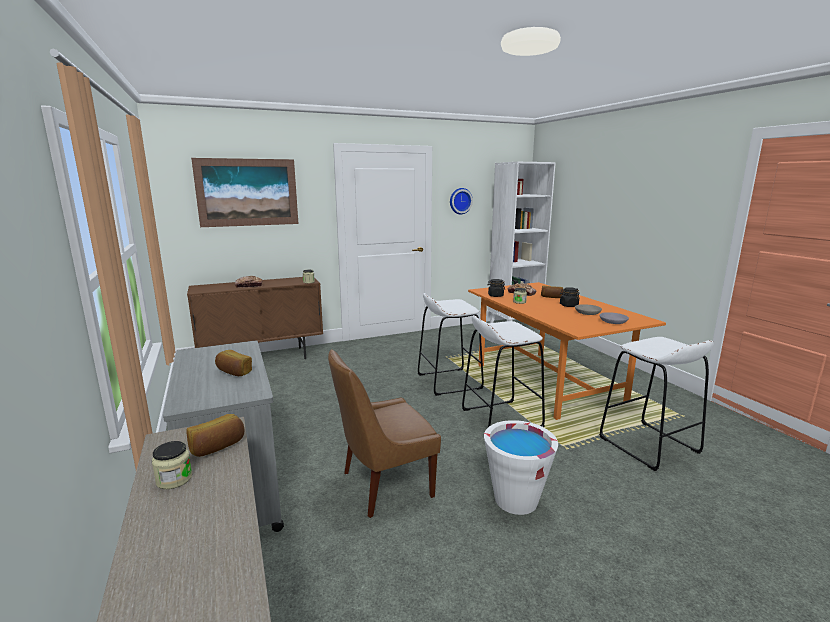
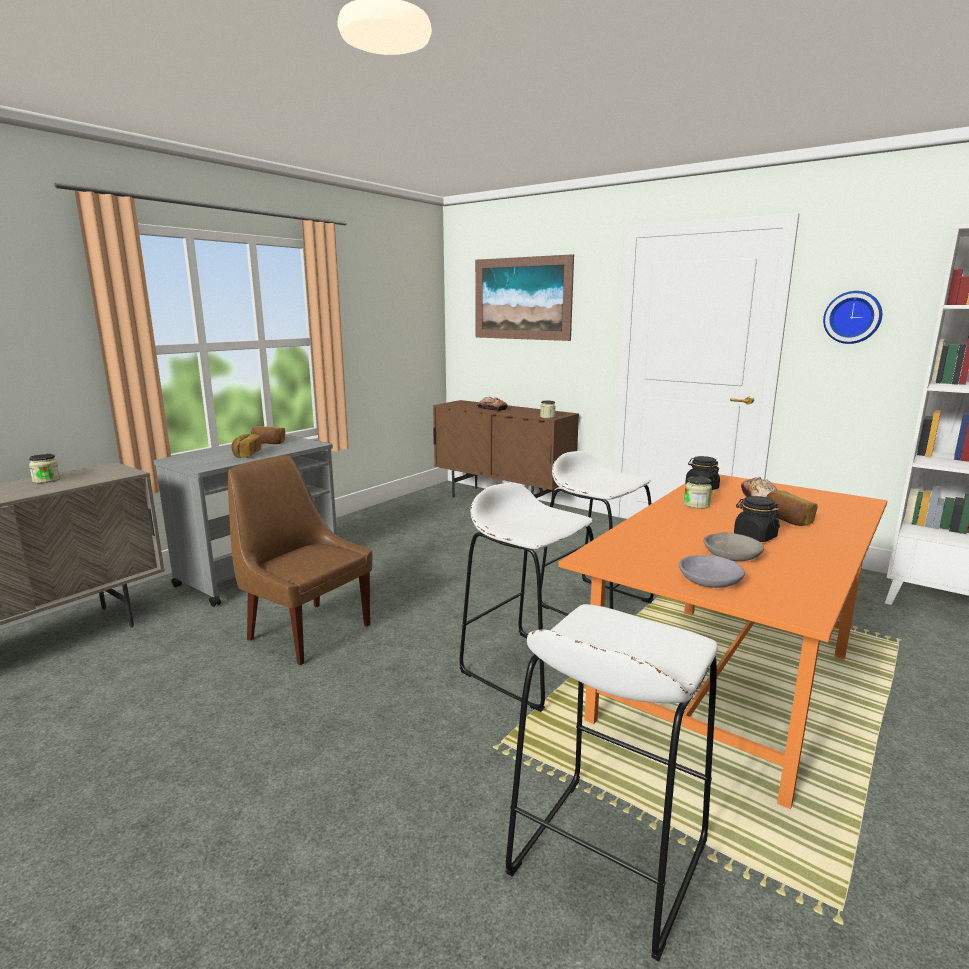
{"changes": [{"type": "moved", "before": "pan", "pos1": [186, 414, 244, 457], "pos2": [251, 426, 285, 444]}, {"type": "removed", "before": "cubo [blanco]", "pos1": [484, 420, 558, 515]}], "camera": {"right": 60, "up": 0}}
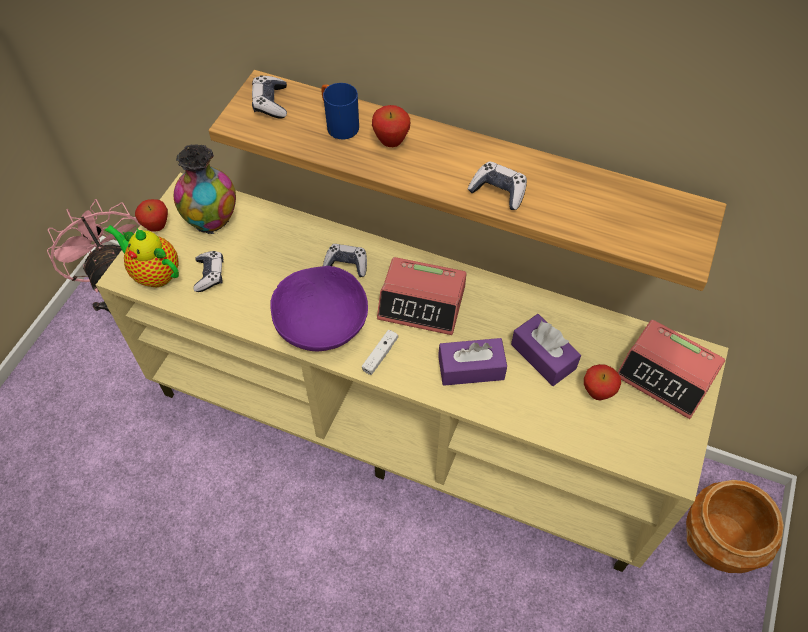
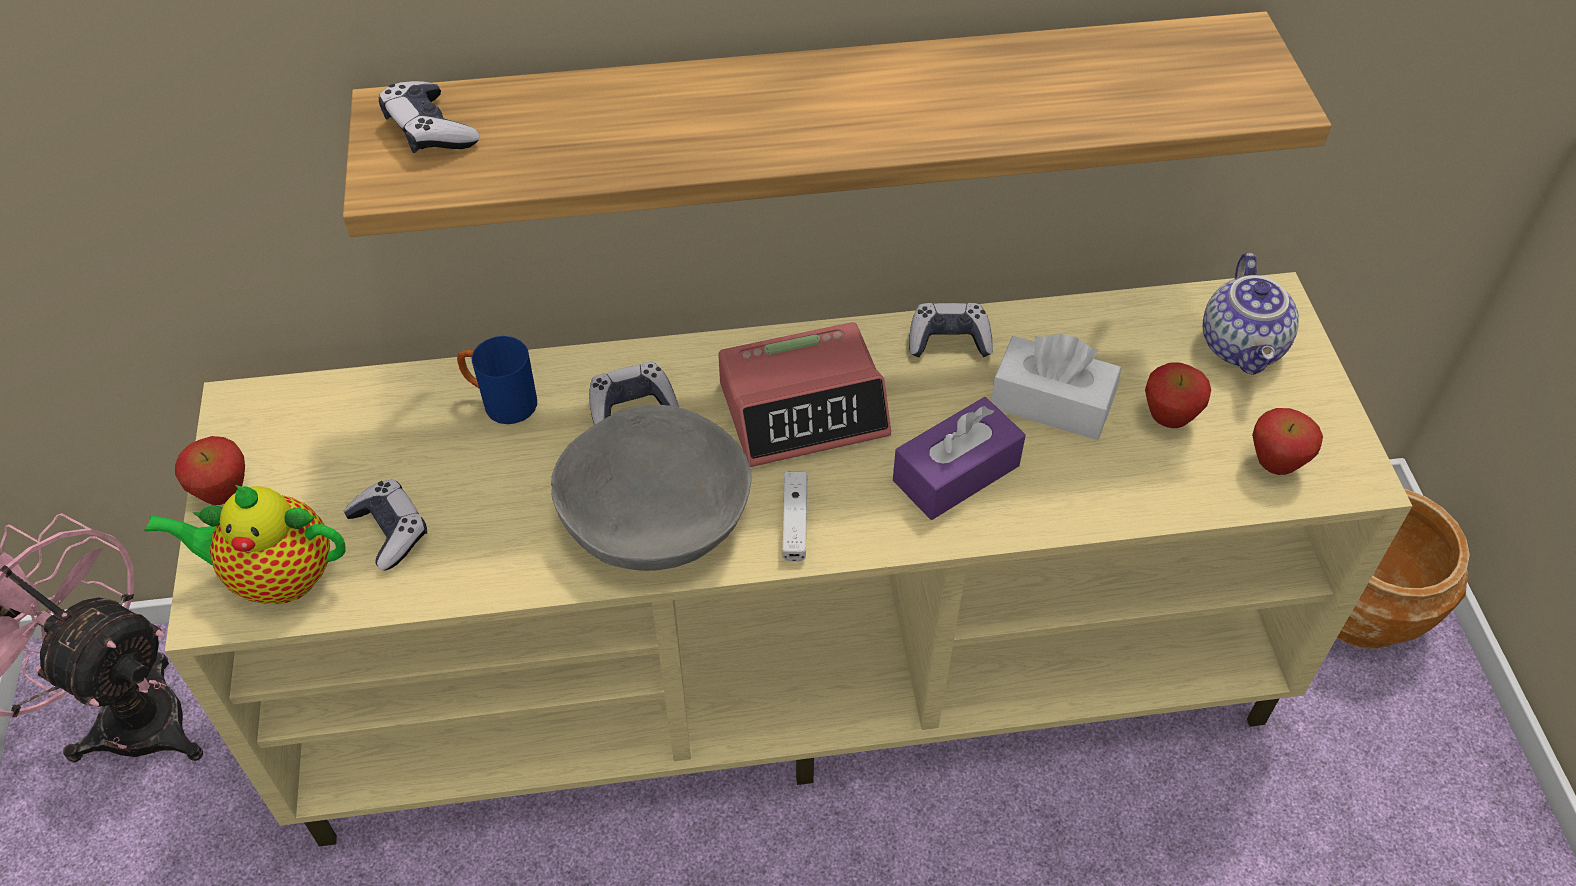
{"changes": [{"type": "moved", "before": "taza grande [azul]", "pos1": [321, 83, 359, 140], "pos2": [457, 336, 537, 424]}, {"type": "moved", "before": "manzana", "pos1": [372, 105, 410, 147], "pos2": [1252, 408, 1323, 475]}, {"type": "removed", "before": "florero", "pos1": [174, 144, 236, 234]}, {"type": "moved", "before": "mando de consola", "pos1": [468, 161, 527, 210], "pos2": [909, 303, 993, 358]}, {"type": "recoloured", "before": "cuenco [morado]", "after": "cuenco [gris]", "pos1": [270, 266, 368, 351], "pos2": [551, 405, 751, 571]}, {"type": "recoloured", "before": "caja de pañuelos [morado]", "after": "caja de pañuelos [blanco]", "pos1": [511, 314, 581, 386], "pos2": [991, 334, 1121, 440]}, {"type": "replaced", "before": "despertador", "after": "tetera", "pos1": [618, 320, 725, 419], "pos2": [1203, 253, 1299, 375]}], "camera": {"right": -30, "up": -5}}
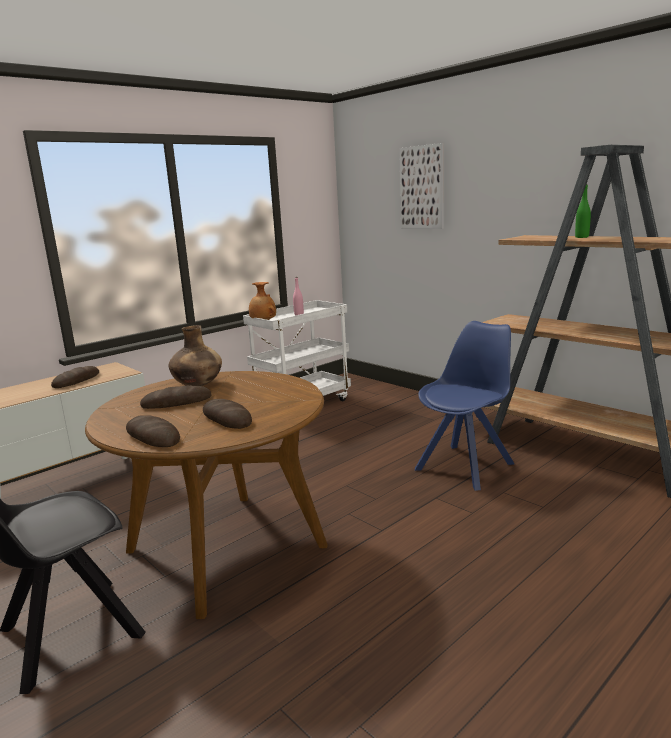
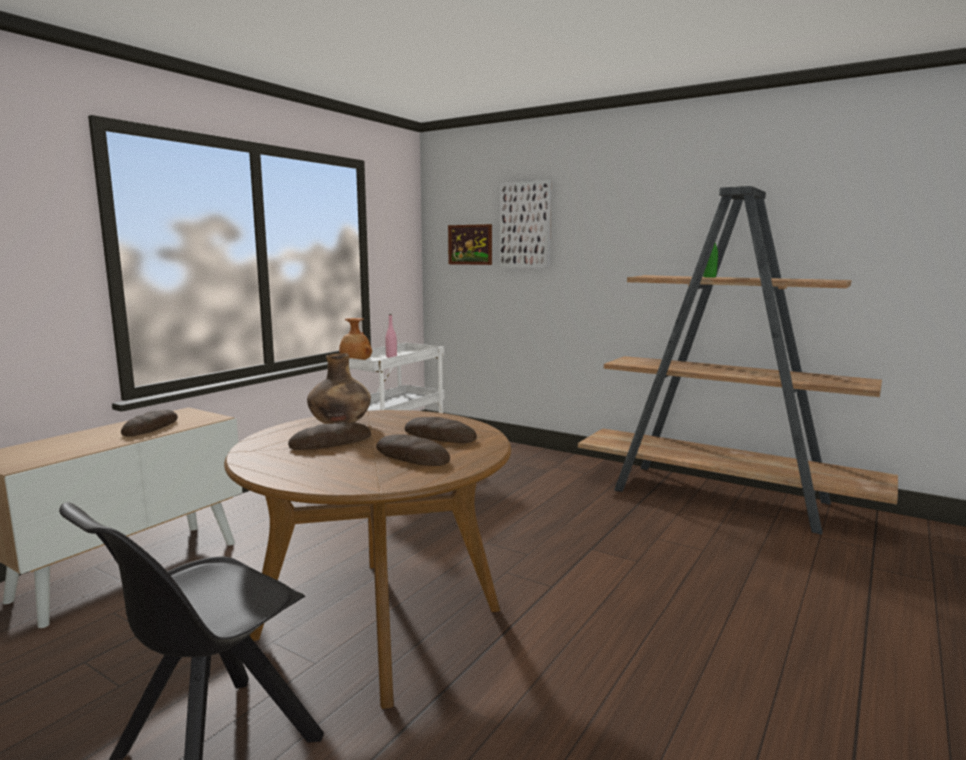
{"changes": [{"type": "removed", "before": "silla [azul]", "pos1": [415, 321, 514, 491]}, {"type": "moved", "before": "pan", "pos1": [126, 415, 180, 447], "pos2": [404, 417, 477, 443]}, {"type": "added", "after": "cuadro", "pos2": [448, 224, 492, 265]}], "camera": {"right": -15, "up": -5}}
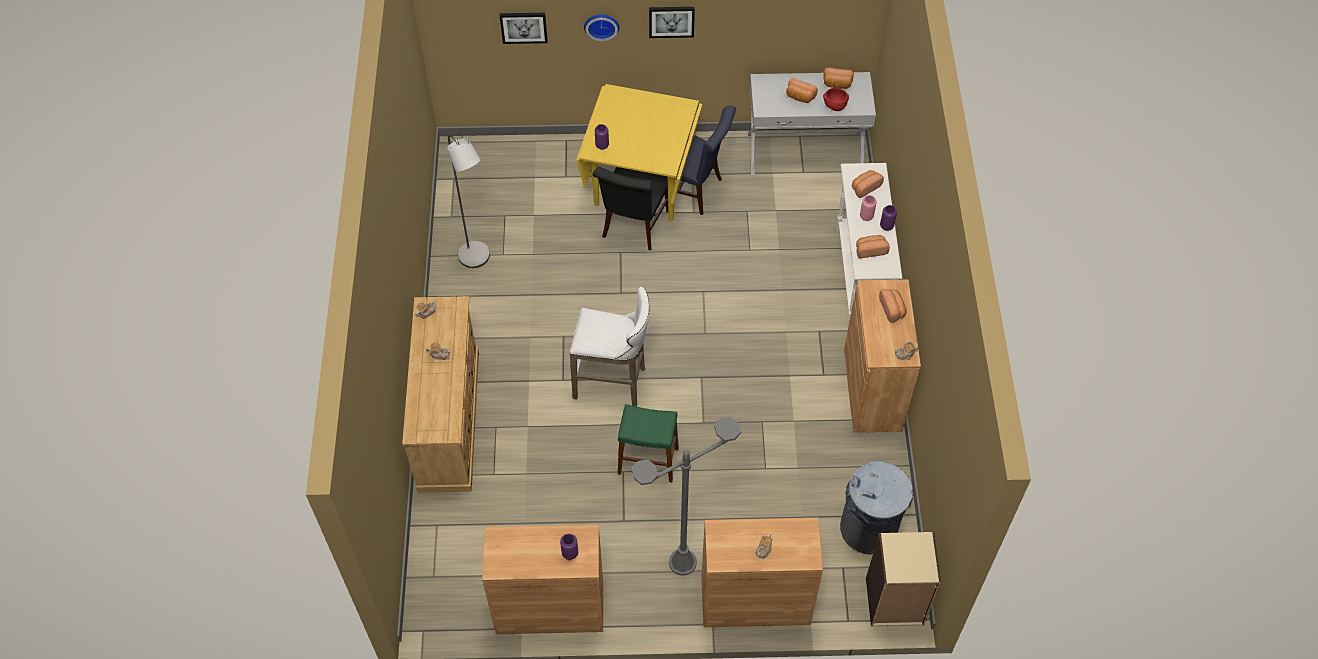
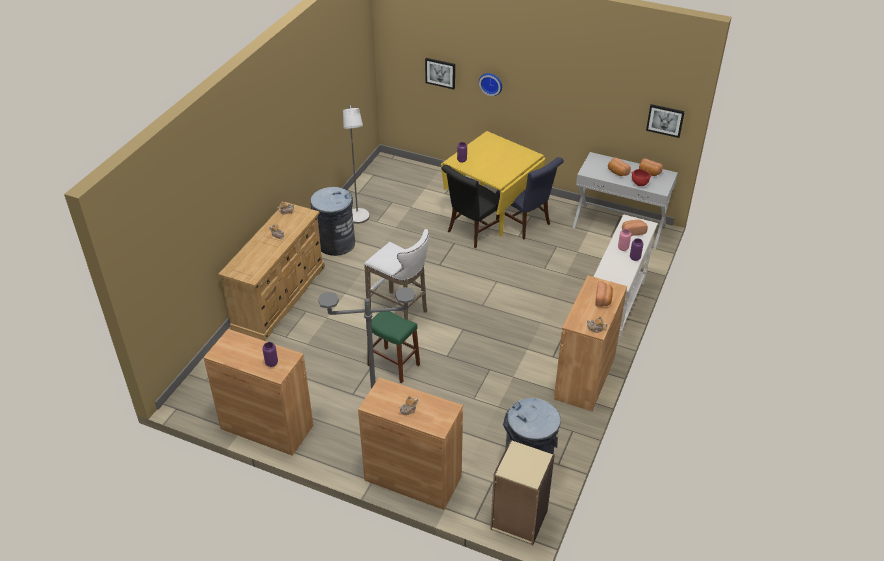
{"changes": [{"type": "moved", "before": "cuadro", "pos1": [649, 7, 695, 38], "pos2": [646, 104, 685, 138]}, {"type": "removed", "before": "pan", "pos1": [856, 235, 890, 258]}, {"type": "added", "after": "papelera [gris]", "pos2": [310, 187, 355, 256]}], "camera": {"right": 25, "up": -15}}
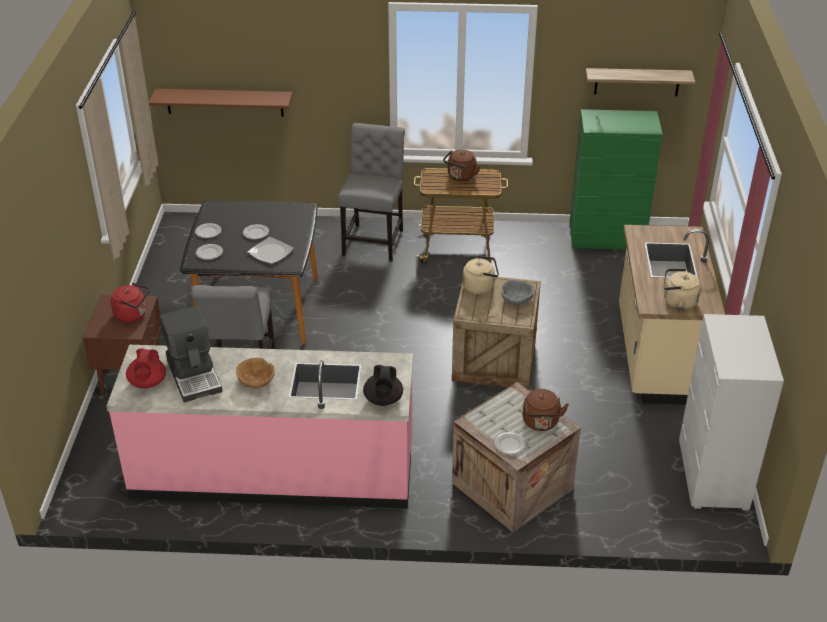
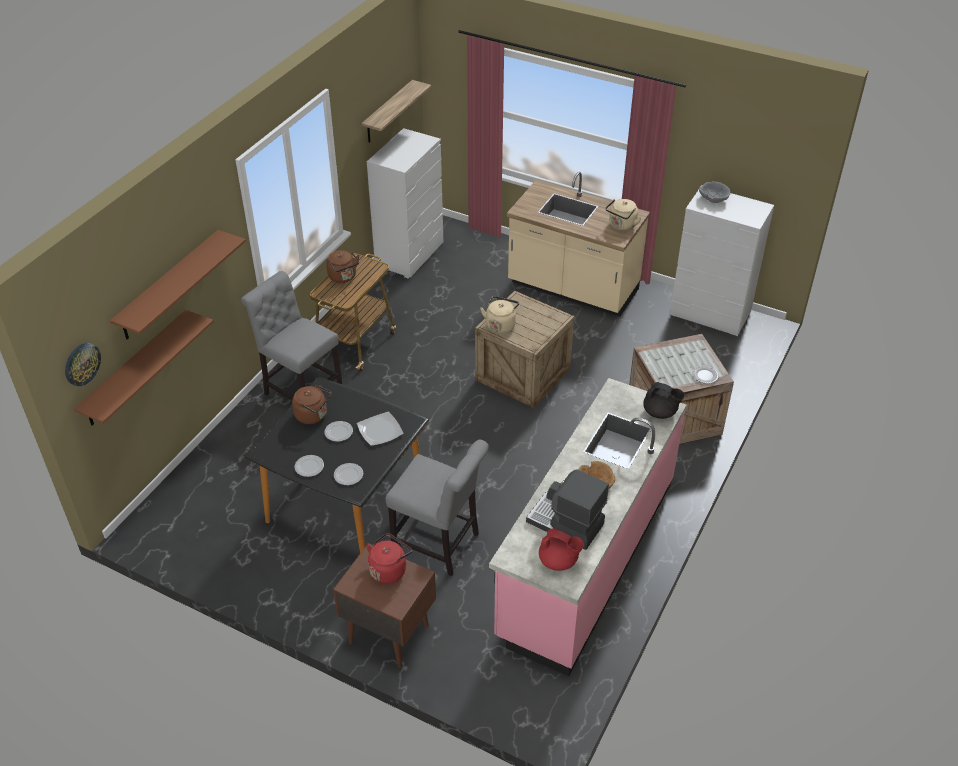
{"changes": [{"type": "recoloured", "before": "cómoda [verde]", "after": "cómoda [blanco]", "pos1": [569, 109, 663, 249], "pos2": [367, 128, 443, 279]}, {"type": "moved", "before": "cuenco [gris]", "pos1": [501, 280, 535, 305], "pos2": [699, 181, 730, 203]}, {"type": "turned", "before": "cafetera", "pos1": [160, 306, 223, 402], "pos2": [526, 469, 609, 550], "turn": -150}, {"type": "moved", "before": "hervidor [marrón]", "pos1": [523, 389, 569, 431], "pos2": [292, 384, 332, 424]}, {"type": "added", "after": "estante [marrón]", "pos2": [110, 230, 246, 339]}, {"type": "added", "after": "reloj de pared", "pos2": [65, 343, 101, 386]}], "camera": {"right": -65, "up": 5}}
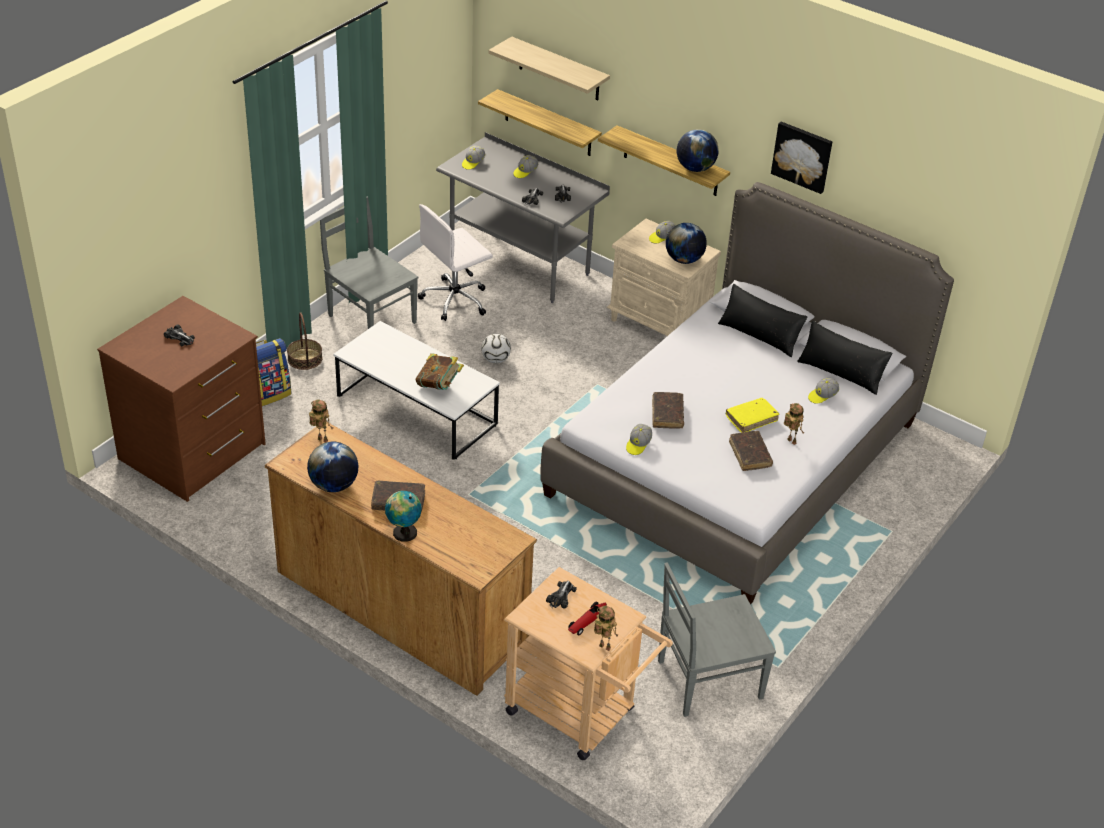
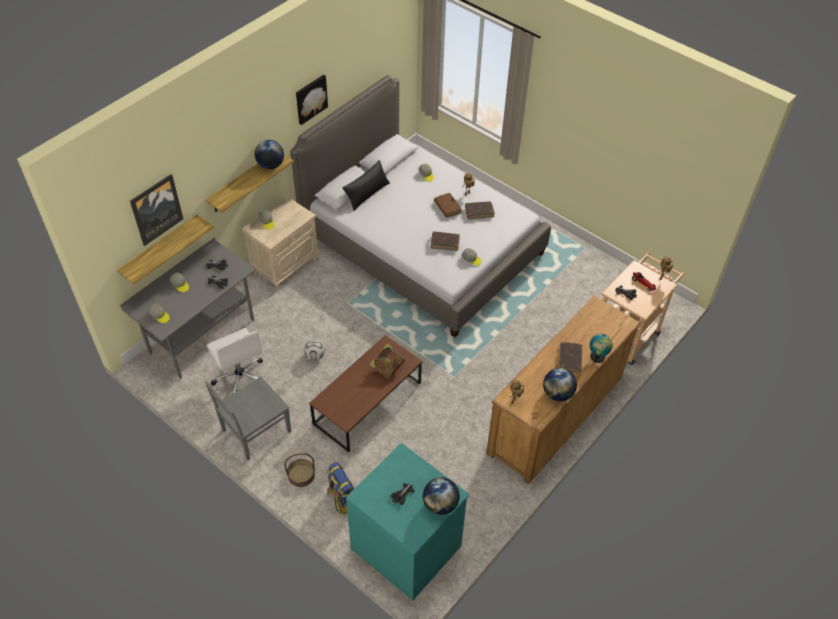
{"changes": [{"type": "replaced", "before": "estante", "after": "cuadro", "pos1": [488, 36, 610, 101], "pos2": [130, 174, 183, 246]}, {"type": "moved", "before": "globo terráqueo", "pos1": [666, 223, 707, 264], "pos2": [423, 477, 460, 515]}, {"type": "recoloured", "before": "cómoda [marrón]", "after": "cómoda [turquesa]", "pos1": [97, 296, 266, 502], "pos2": [346, 443, 470, 600]}, {"type": "removed", "before": "cojín [negro]", "pos1": [797, 320, 892, 395]}, {"type": "recoloured", "before": "mesa de centro [blanco]", "after": "mesa de centro [marrón]", "pos1": [333, 321, 500, 460], "pos2": [309, 335, 423, 452]}, {"type": "recoloured", "before": "libro [amarillo]", "after": "libro [marrón]", "pos1": [726, 398, 779, 433], "pos2": [434, 193, 462, 217]}, {"type": "removed", "before": "silla [gris]", "pos1": [658, 563, 776, 717]}], "camera": {"right": -85, "up": 10}}
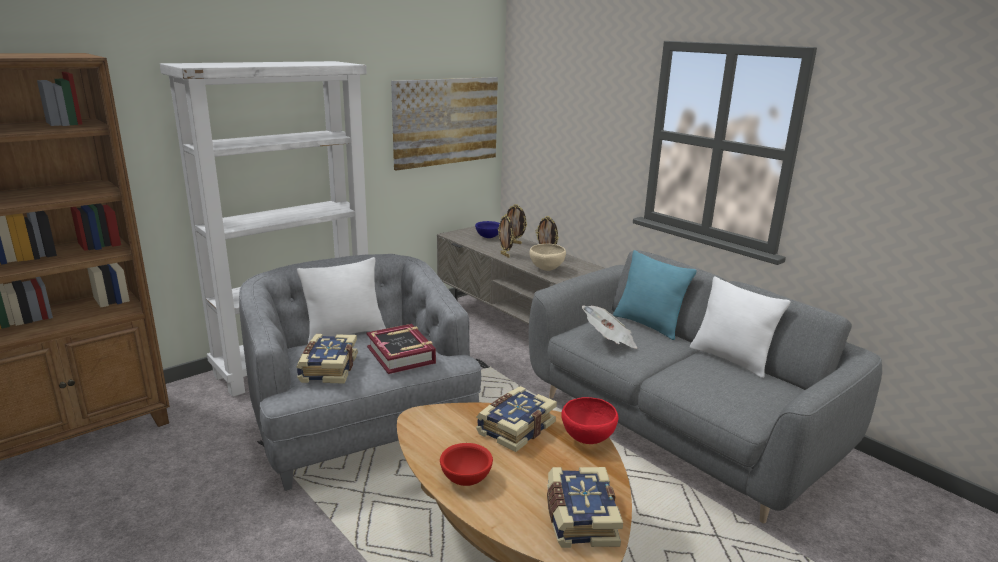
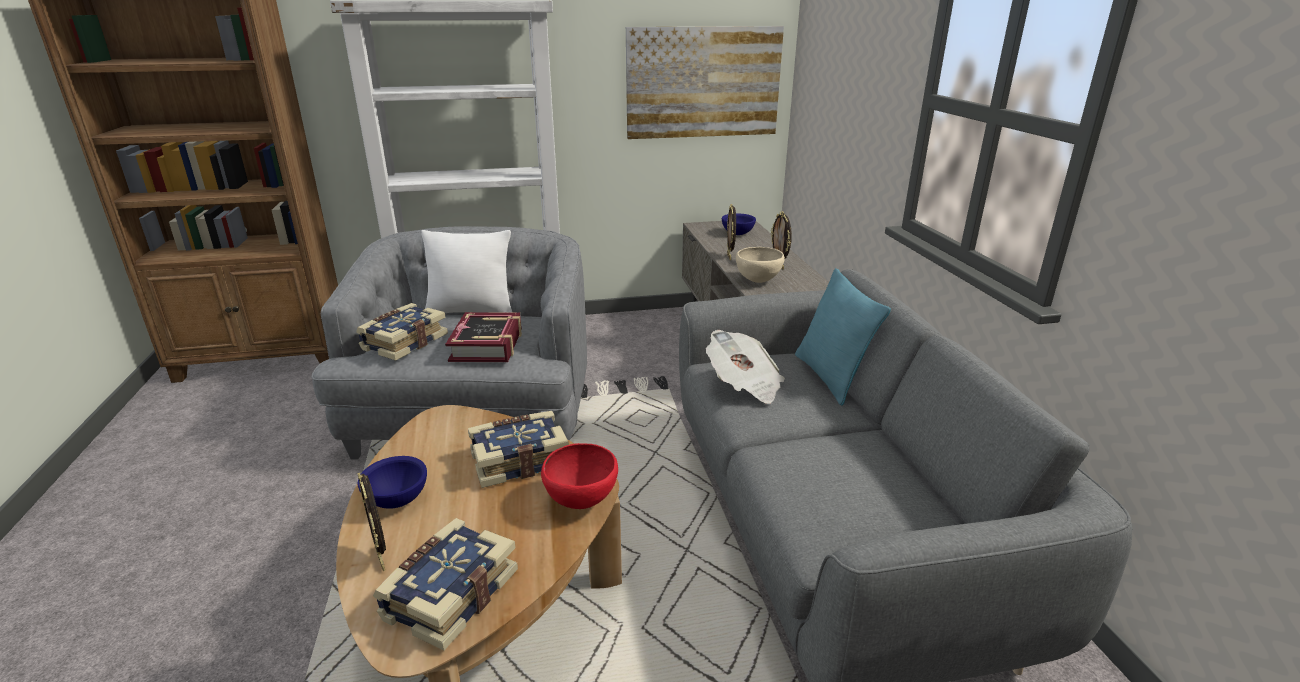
{"changes": [{"type": "moved", "before": "portarretratos", "pos1": [506, 204, 527, 244], "pos2": [357, 473, 386, 571]}, {"type": "removed", "before": "cojín [blanco]", "pos1": [690, 276, 790, 378]}, {"type": "recoloured", "before": "cuenco [rojo]", "after": "cuenco [azul]", "pos1": [440, 443, 493, 486], "pos2": [358, 456, 427, 509]}], "camera": {"right": 30, "up": 5}}
